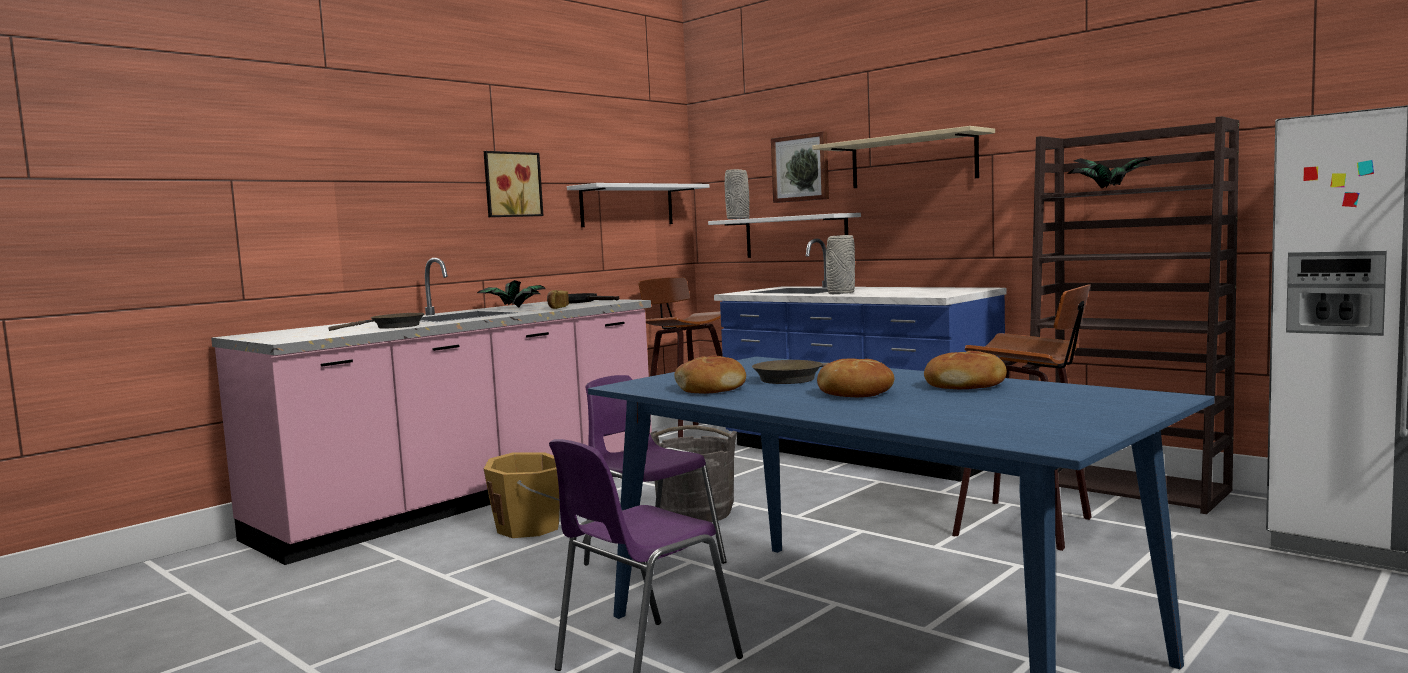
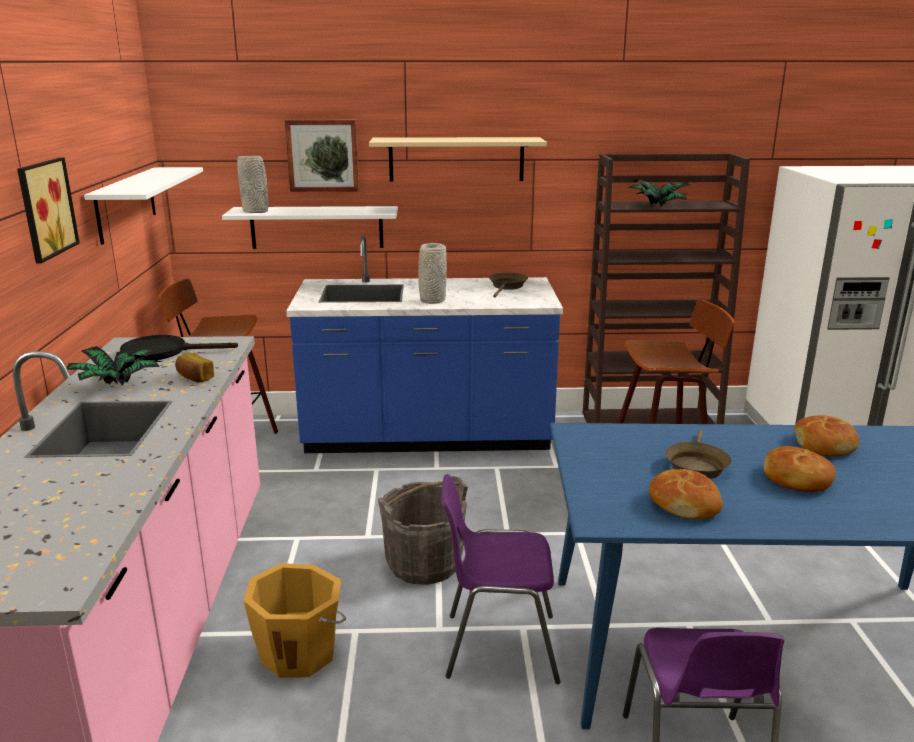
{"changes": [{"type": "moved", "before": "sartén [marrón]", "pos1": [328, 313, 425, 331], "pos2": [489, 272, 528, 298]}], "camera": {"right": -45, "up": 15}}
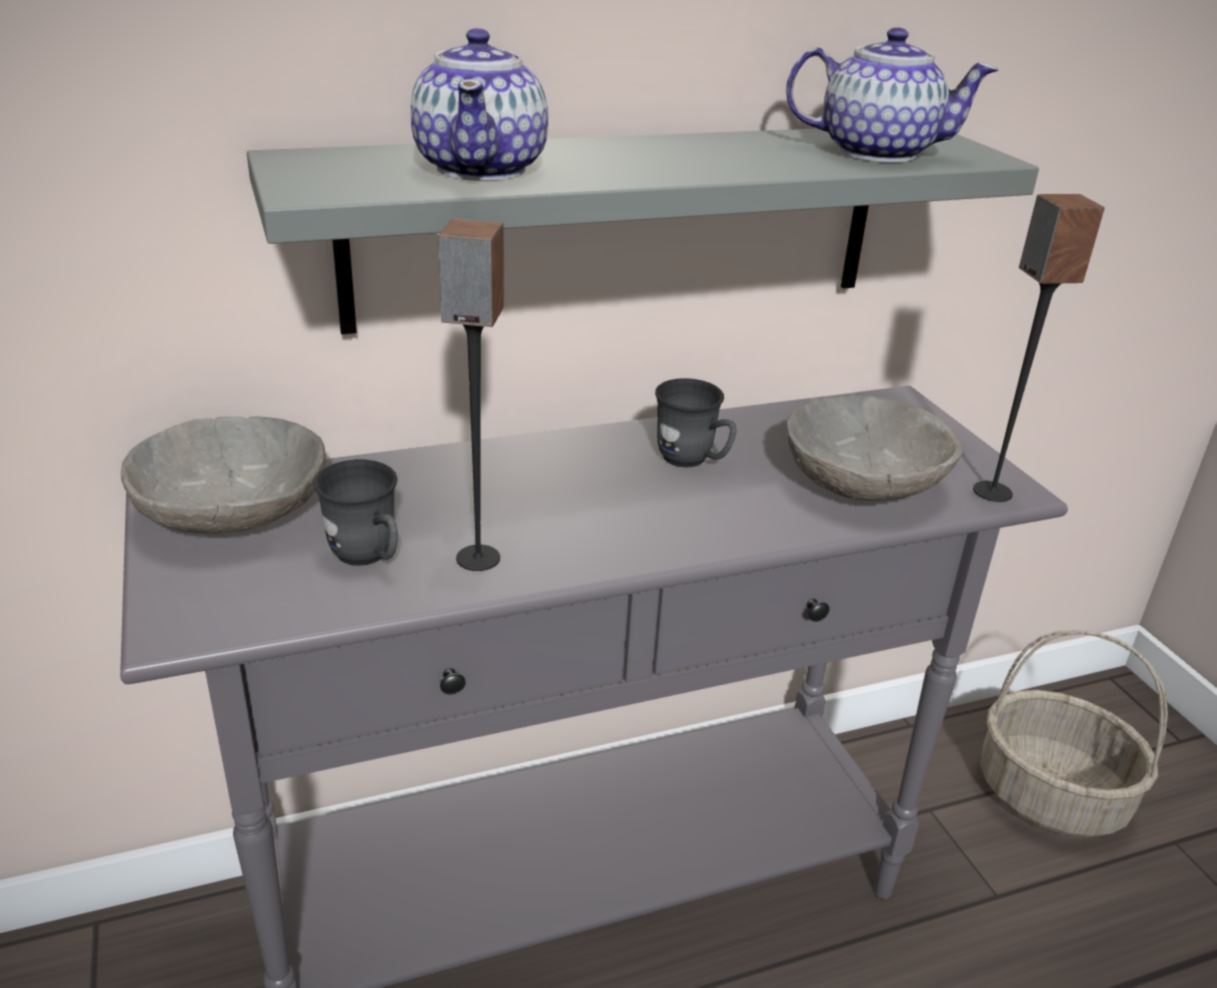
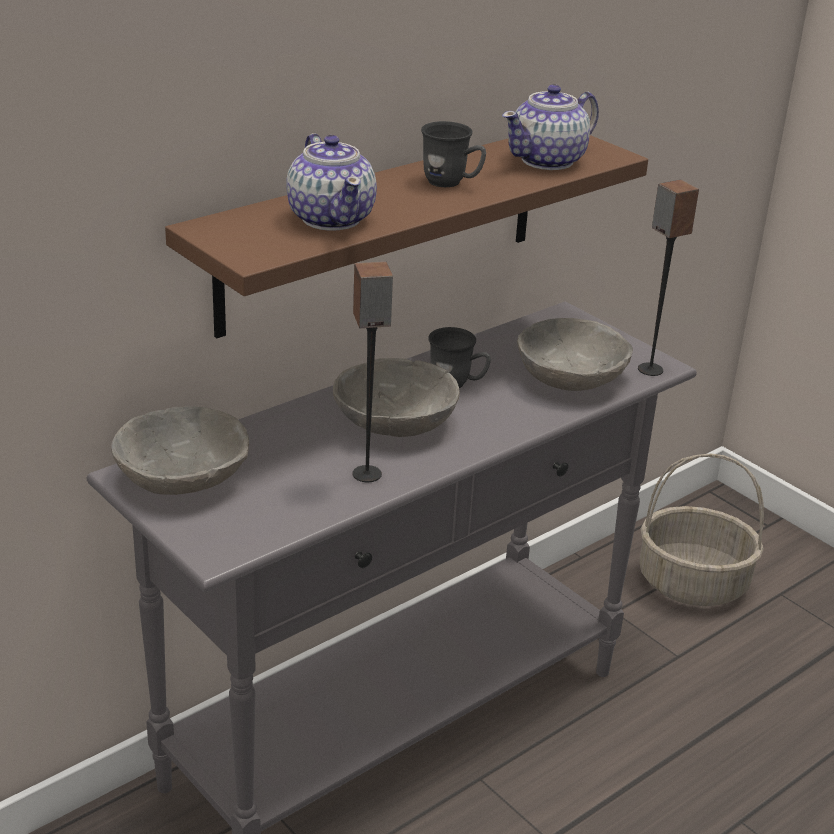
{"changes": [{"type": "turned", "before": "tetera", "pos1": [786, 27, 998, 163], "pos2": [502, 84, 599, 170], "turn": 150}, {"type": "recoloured", "before": "estante [gris]", "after": "estante [marrón]", "pos1": [247, 129, 1039, 335], "pos2": [165, 135, 648, 338]}, {"type": "moved", "before": "taza grande [gris]", "pos1": [313, 460, 398, 566], "pos2": [421, 121, 486, 187]}, {"type": "added", "after": "cuenco [gris]", "pos2": [333, 358, 460, 437]}], "camera": {"right": -20, "up": 0}}
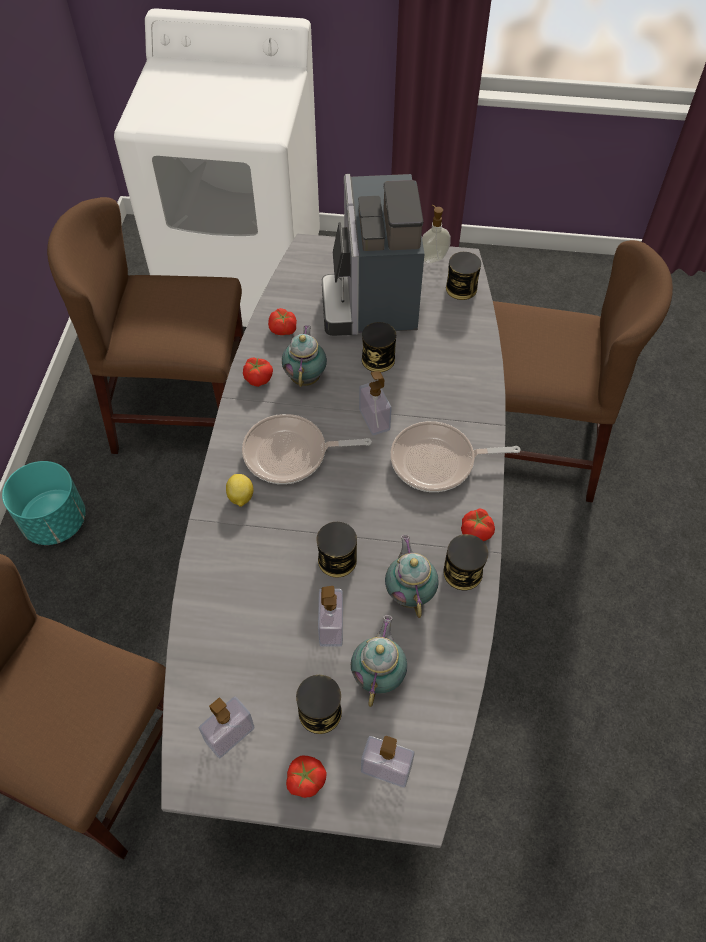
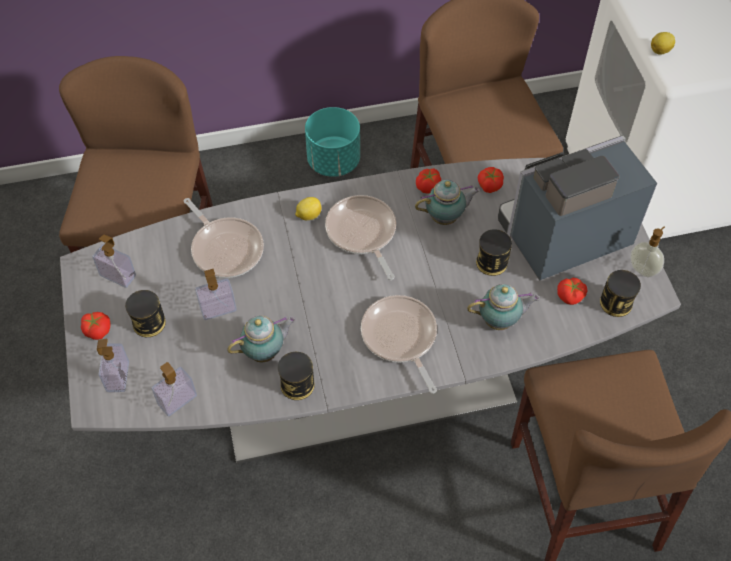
{"changes": [{"type": "moved", "before": "dispensador de jabón", "pos1": [359, 371, 392, 436], "pos2": [151, 362, 197, 417]}, {"type": "moved", "before": "tomate", "pos1": [461, 508, 495, 541], "pos2": [557, 278, 587, 305]}, {"type": "removed", "before": "lata", "pos1": [316, 522, 357, 578]}, {"type": "moved", "before": "tetera", "pos1": [351, 615, 407, 707], "pos2": [467, 284, 540, 330]}, {"type": "added", "after": "limón", "pos2": [651, 32, 675, 55]}, {"type": "added", "after": "sartén", "pos2": [184, 198, 264, 278]}], "camera": {"right": 70, "up": 0}}
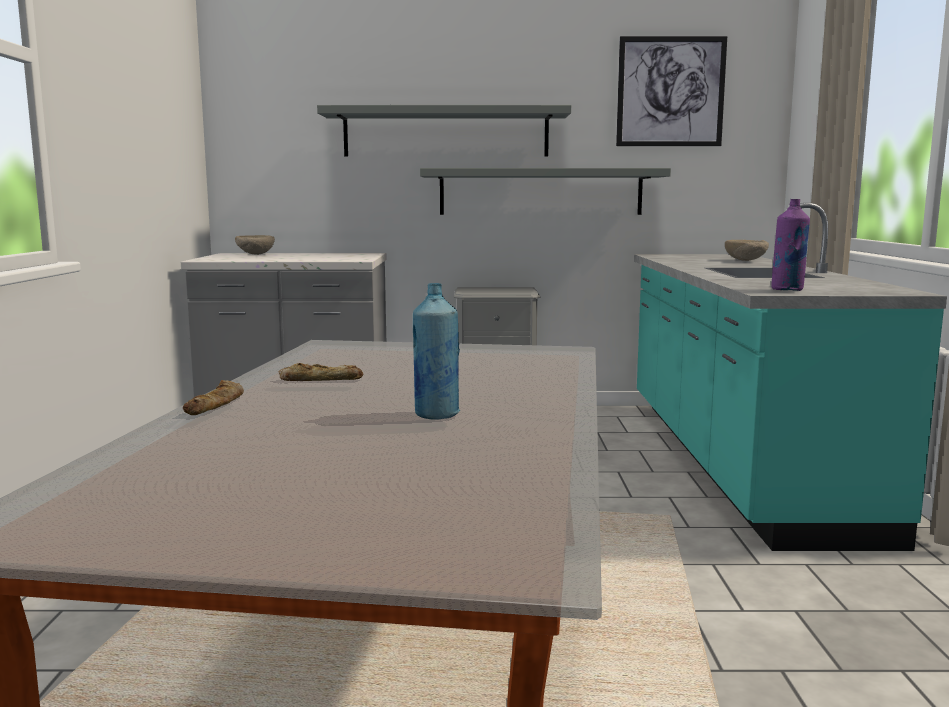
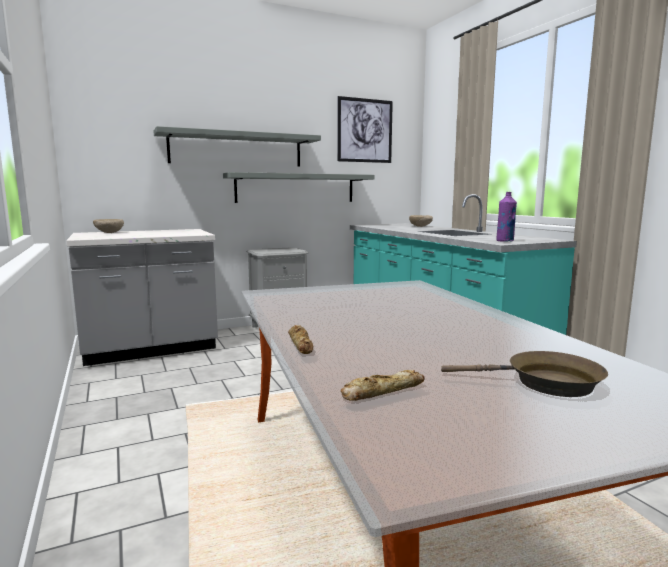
{"changes": [{"type": "removed", "before": "botella [azul]", "pos1": [413, 283, 460, 420]}, {"type": "moved", "before": "pan", "pos1": [279, 363, 363, 381], "pos2": [341, 370, 425, 401]}, {"type": "added", "after": "sartén [marrón]", "pos2": [441, 351, 608, 397]}], "camera": {"right": -25, "up": 0}}
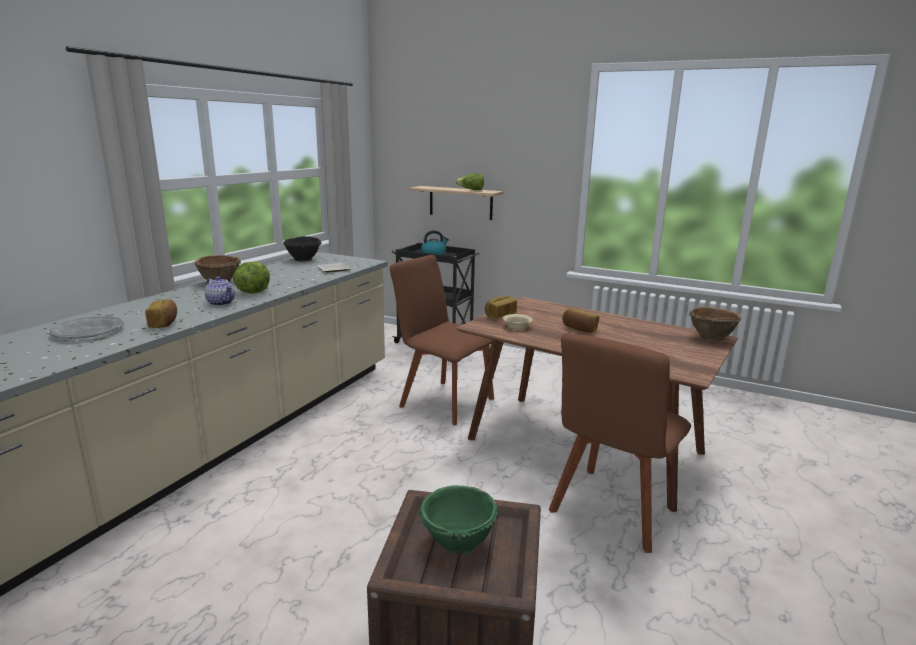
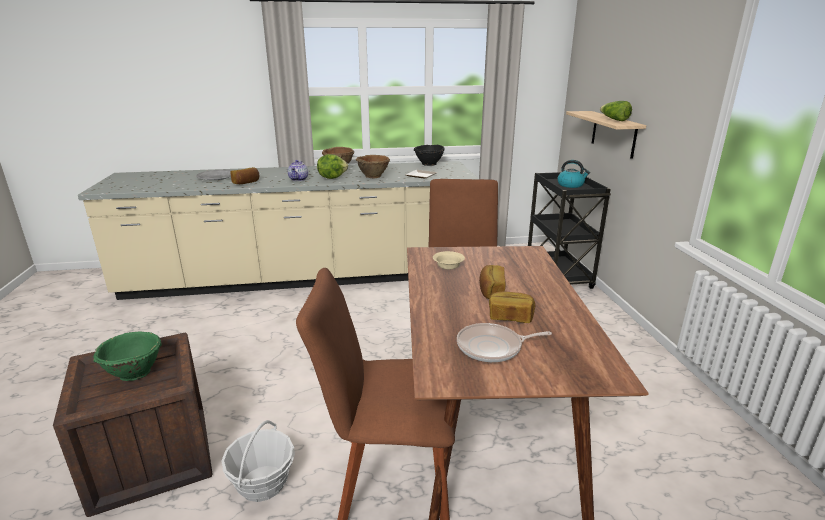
{"changes": [{"type": "moved", "before": "pan", "pos1": [485, 296, 517, 319], "pos2": [489, 292, 535, 323]}, {"type": "moved", "before": "cuenco [marrón]", "pos1": [689, 307, 741, 341], "pos2": [356, 155, 390, 178]}, {"type": "added", "after": "sartén", "pos2": [457, 323, 552, 362]}, {"type": "added", "after": "cesta", "pos2": [221, 420, 295, 502]}], "camera": {"right": 55, "up": 5}}
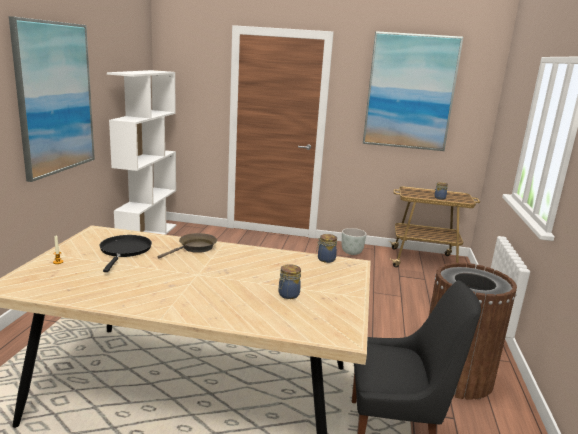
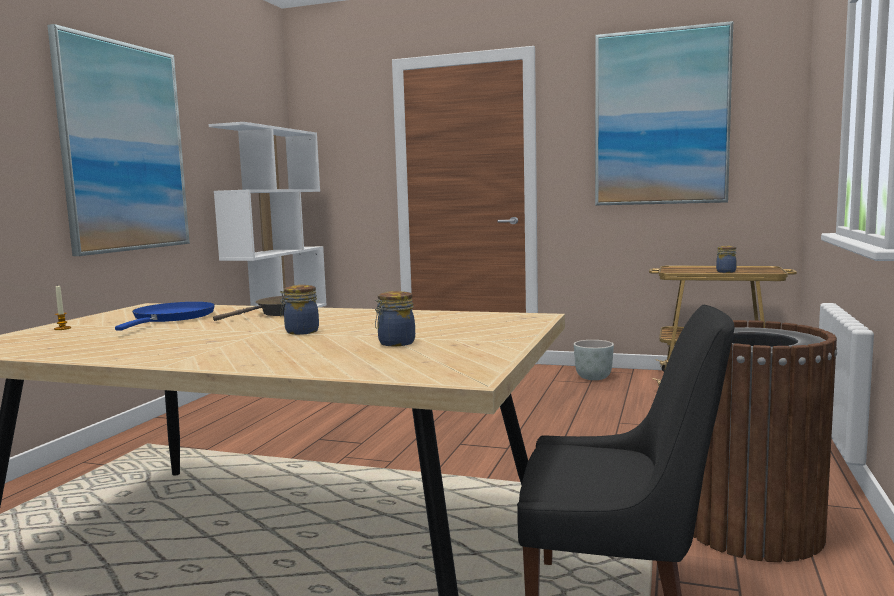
{"changes": [{"type": "moved", "before": "tarro", "pos1": [316, 234, 337, 263], "pos2": [280, 285, 319, 335]}, {"type": "recoloured", "before": "sartén [negro]", "after": "sartén [azul]", "pos1": [99, 235, 152, 272], "pos2": [115, 302, 215, 331]}], "camera": {"right": 10, "up": -10}}
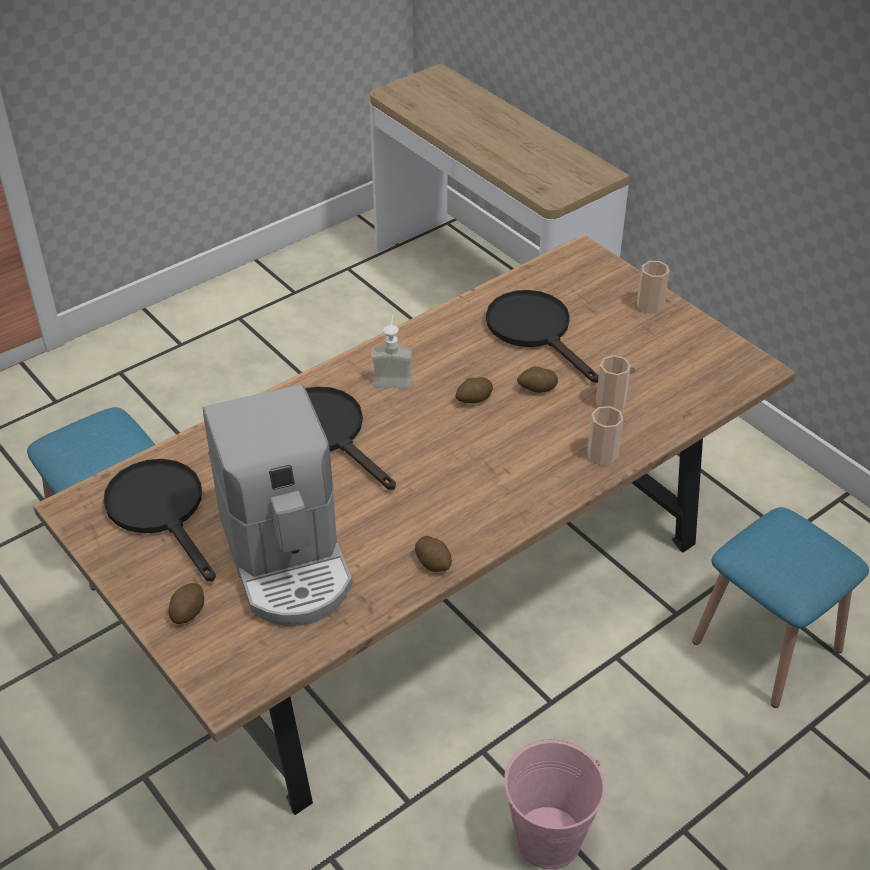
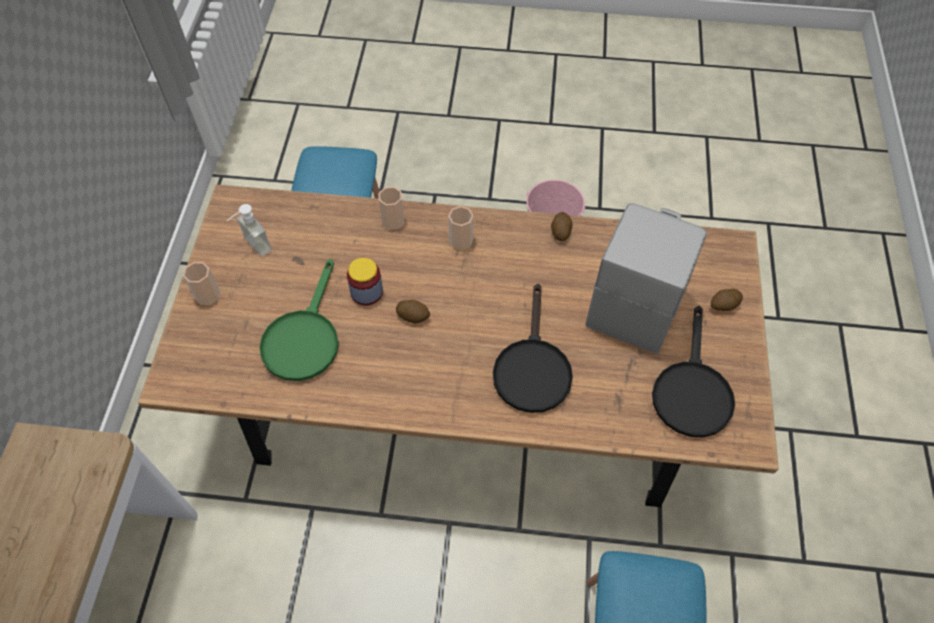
{"changes": [{"type": "recoloured", "before": "sartén [negro]", "after": "sartén [verde]", "pos1": [486, 290, 599, 383], "pos2": [259, 259, 339, 381]}, {"type": "moved", "before": "dispensador de jabón", "pos1": [371, 315, 412, 389], "pos2": [227, 204, 272, 256]}, {"type": "moved", "before": "taza", "pos1": [596, 355, 631, 410], "pos2": [448, 206, 473, 250]}, {"type": "replaced", "before": "patata", "after": "tarro", "pos1": [517, 366, 558, 393], "pos2": [347, 258, 383, 306]}], "camera": {"right": -135, "up": 15}}
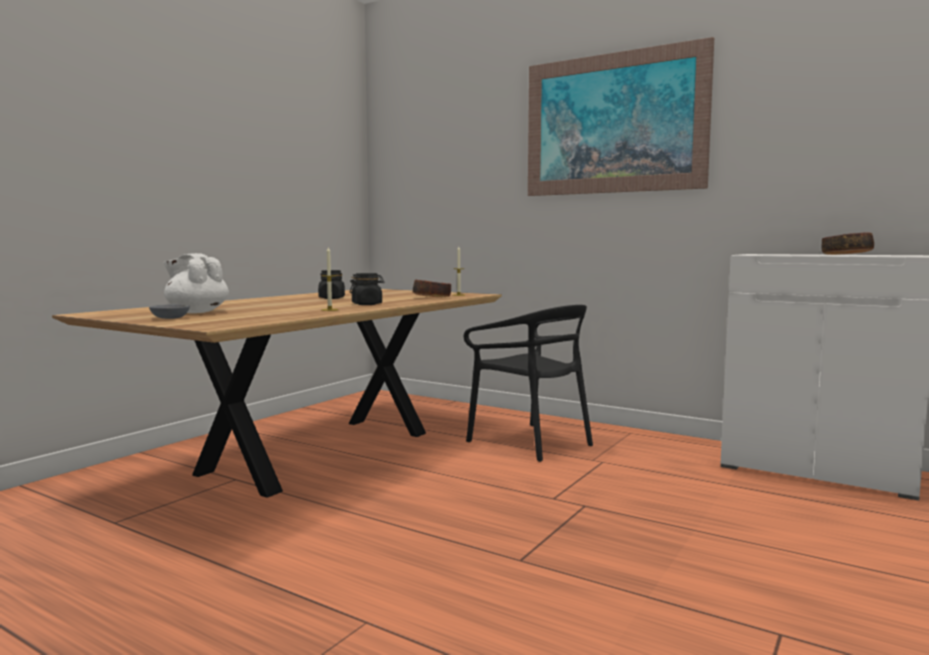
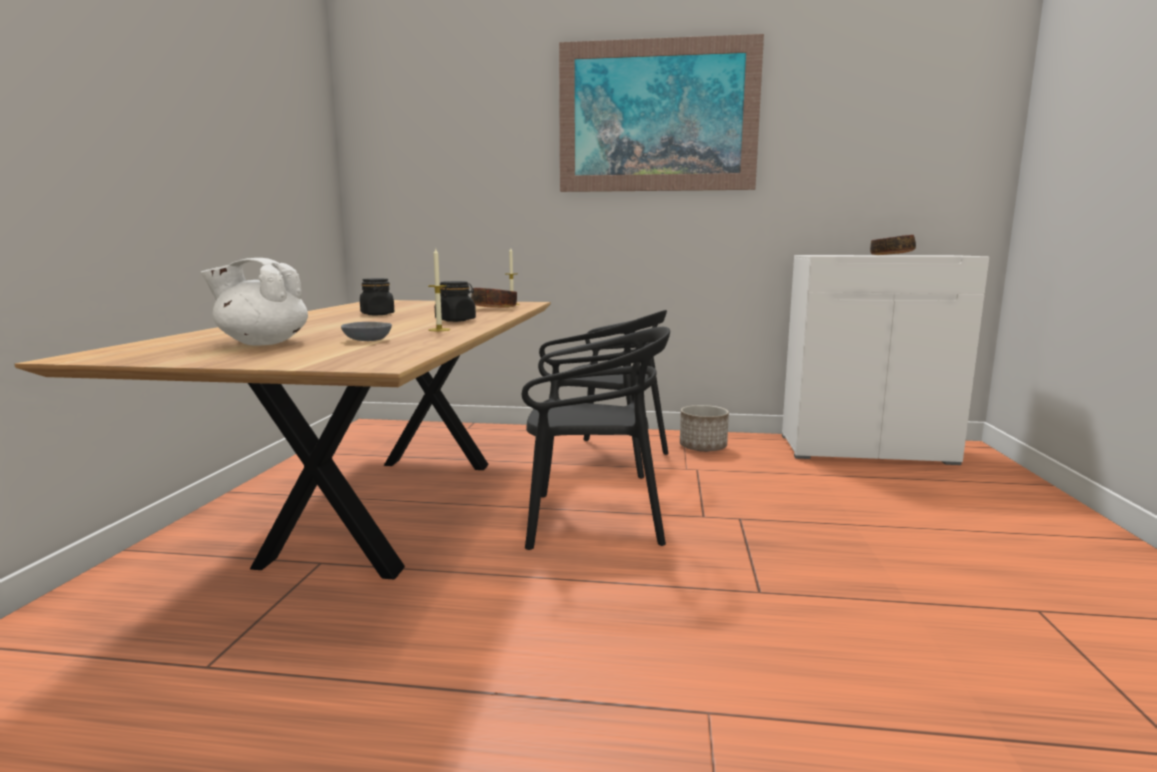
{"changes": [{"type": "moved", "before": "cuenco [gris]", "pos1": [149, 304, 190, 319], "pos2": [341, 322, 392, 341]}, {"type": "added", "after": "silla [negro]", "pos2": [522, 327, 670, 550]}, {"type": "added", "after": "maceta", "pos2": [680, 405, 729, 452]}], "camera": {"right": -25, "up": 5}}
